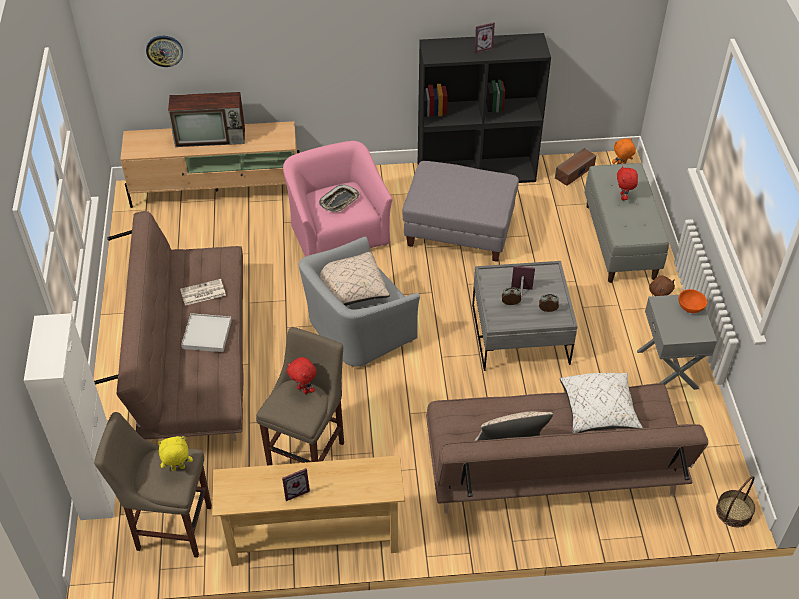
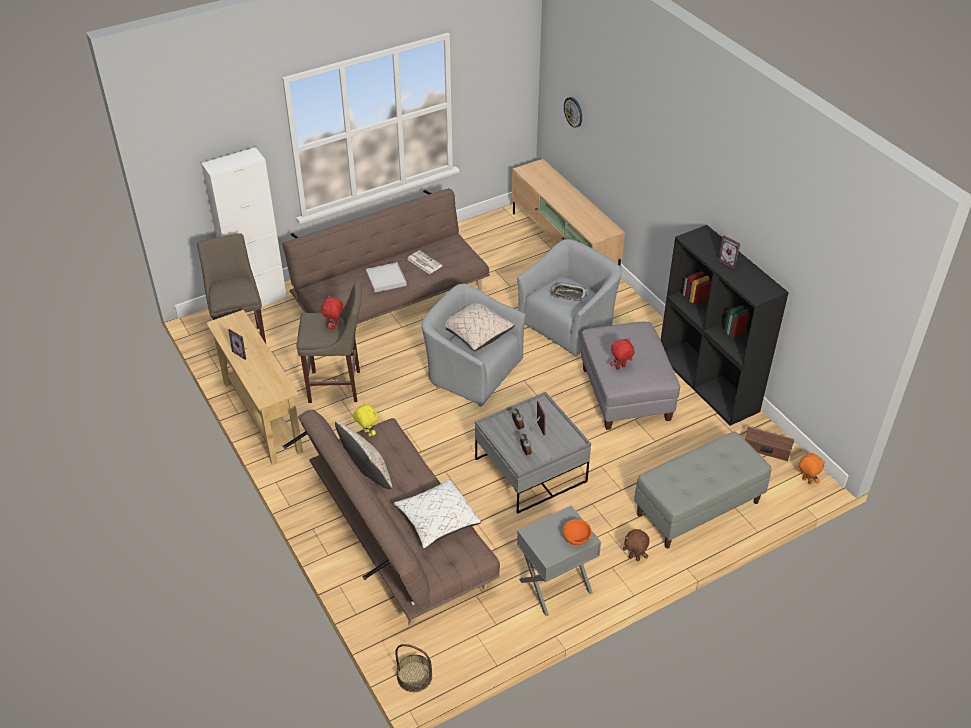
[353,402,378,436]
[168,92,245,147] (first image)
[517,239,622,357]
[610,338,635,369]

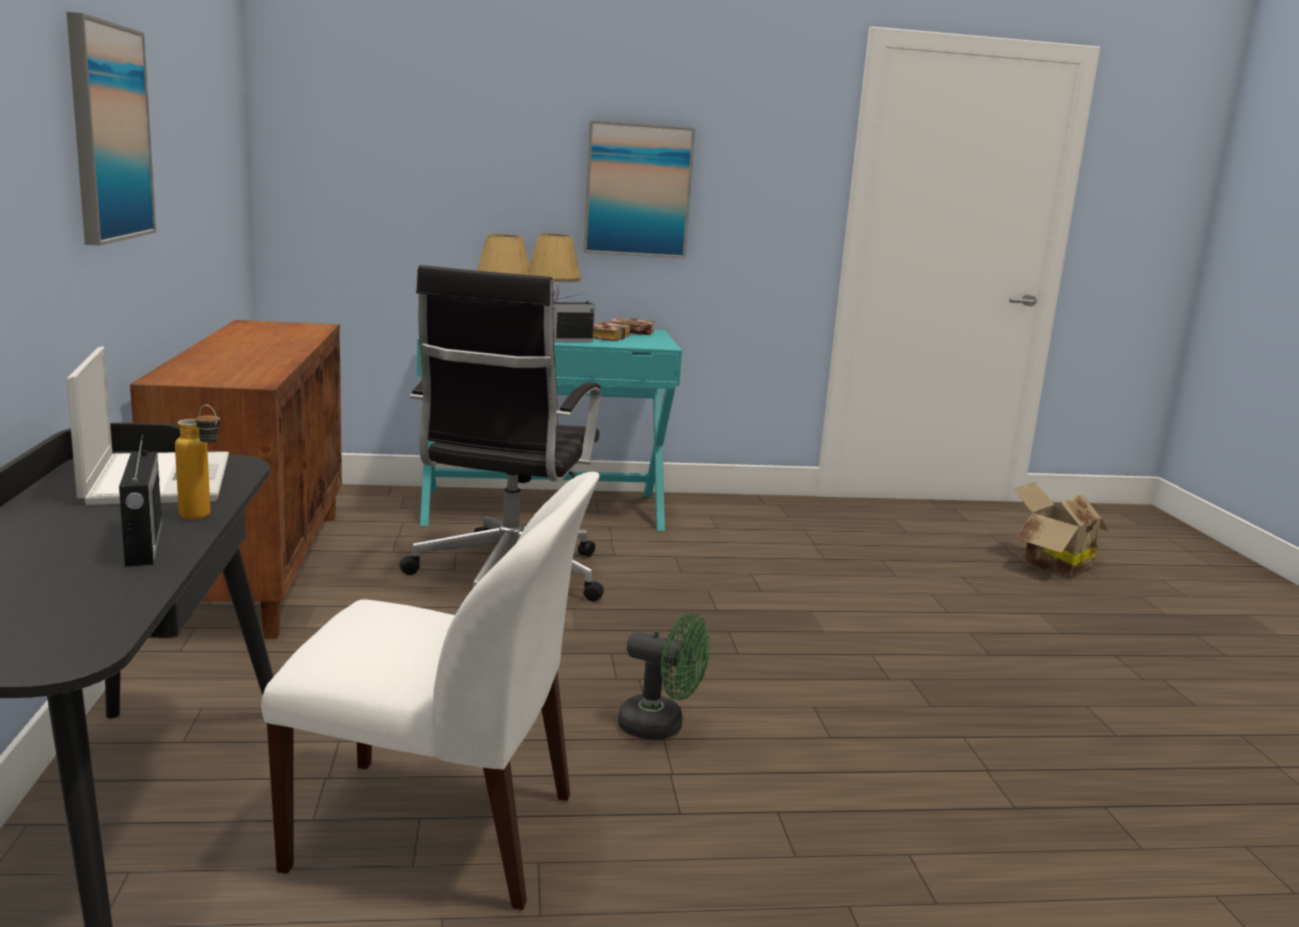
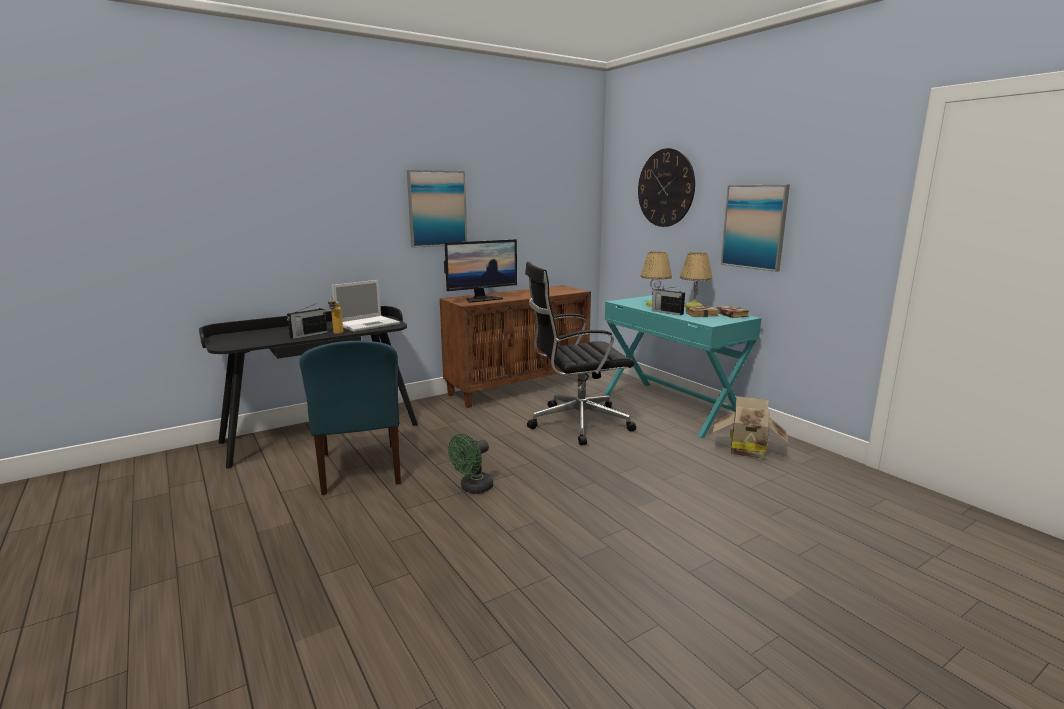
[299,341,401,495]
[448,434,493,494]
[713,396,788,459]
[444,239,517,303]
[638,148,695,227]

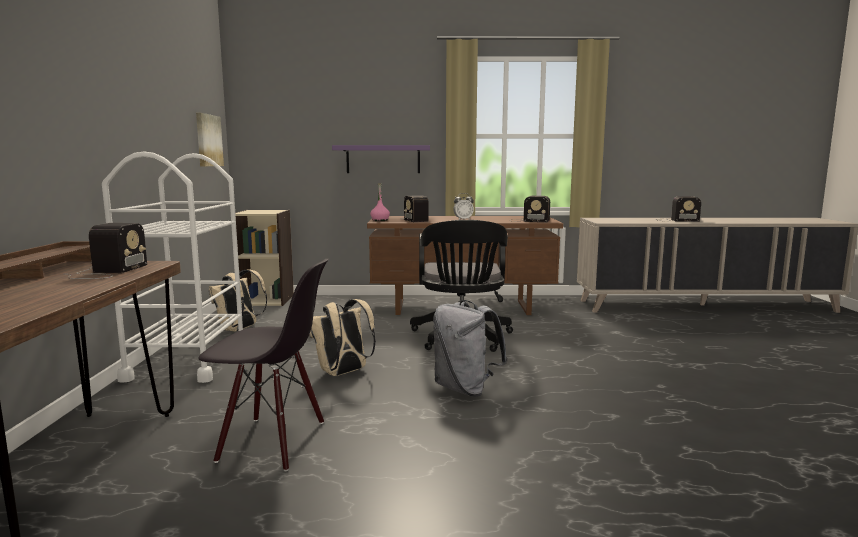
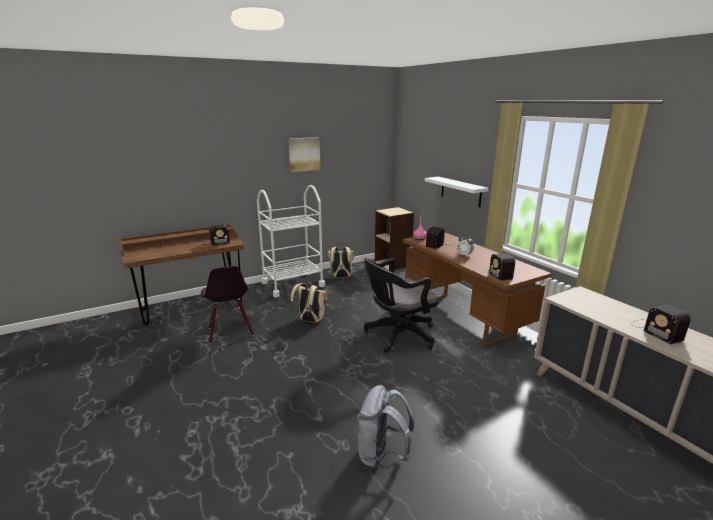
[288,137,320,172]
[425,177,488,207]
[357,385,414,468]

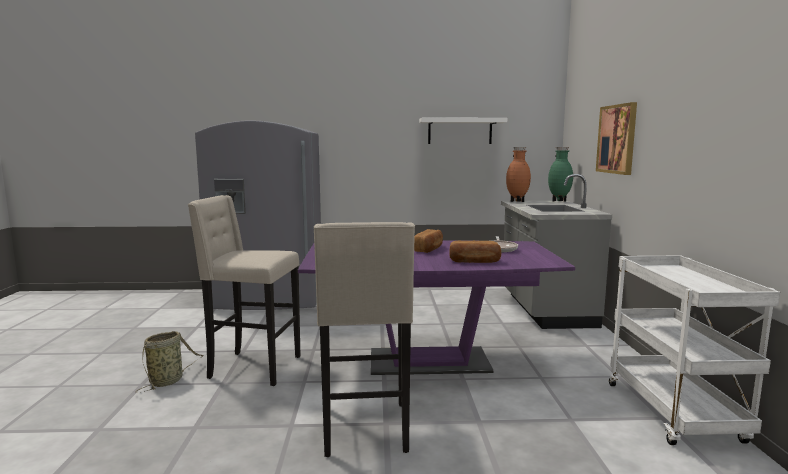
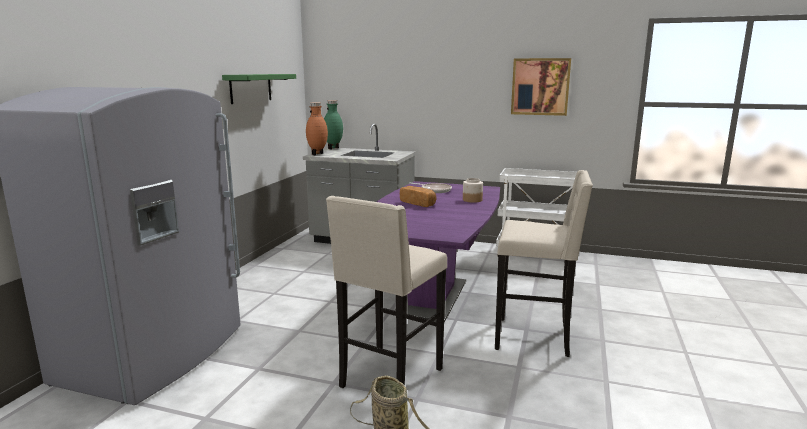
[222,74,296,104]
[463,178,483,203]
[511,58,571,116]

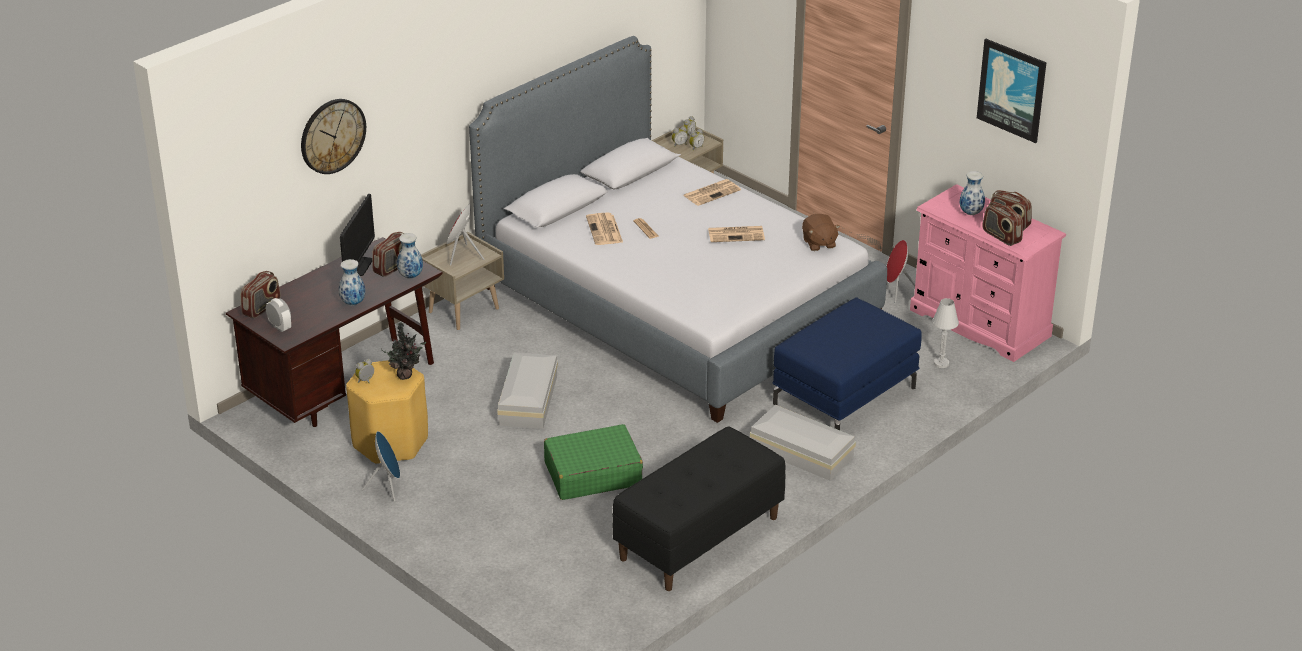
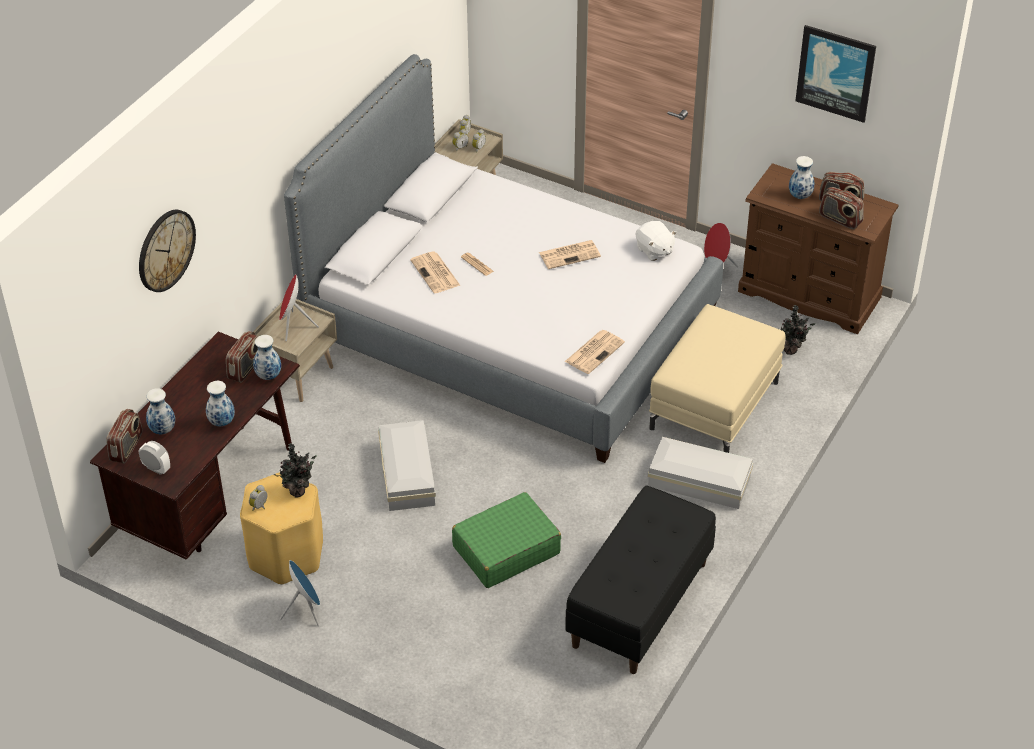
[340,194,375,276] (first image)
[565,330,625,374]
[649,304,786,453]
[636,221,677,261]
[738,163,899,334]
[774,305,815,355]
[146,388,175,434]

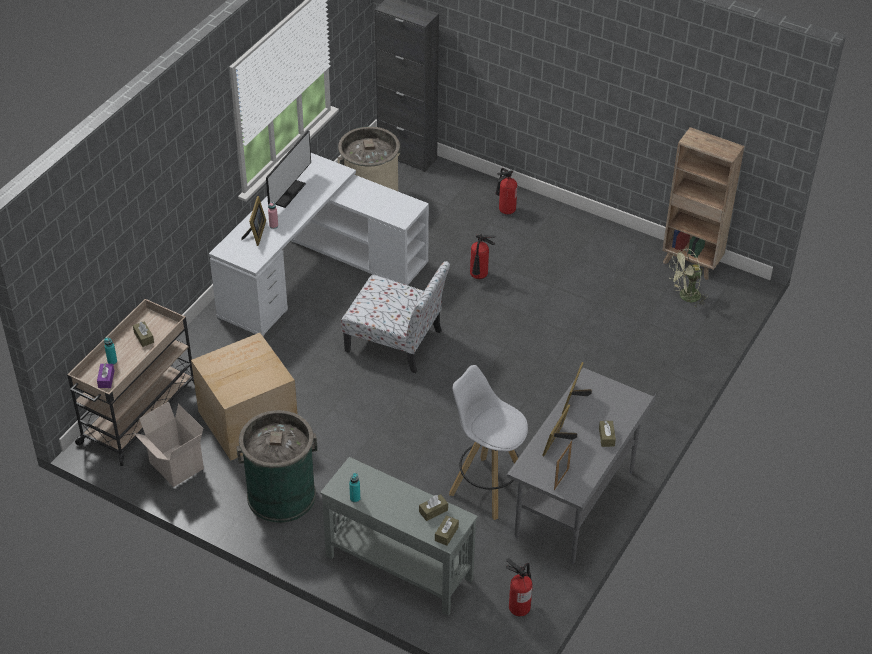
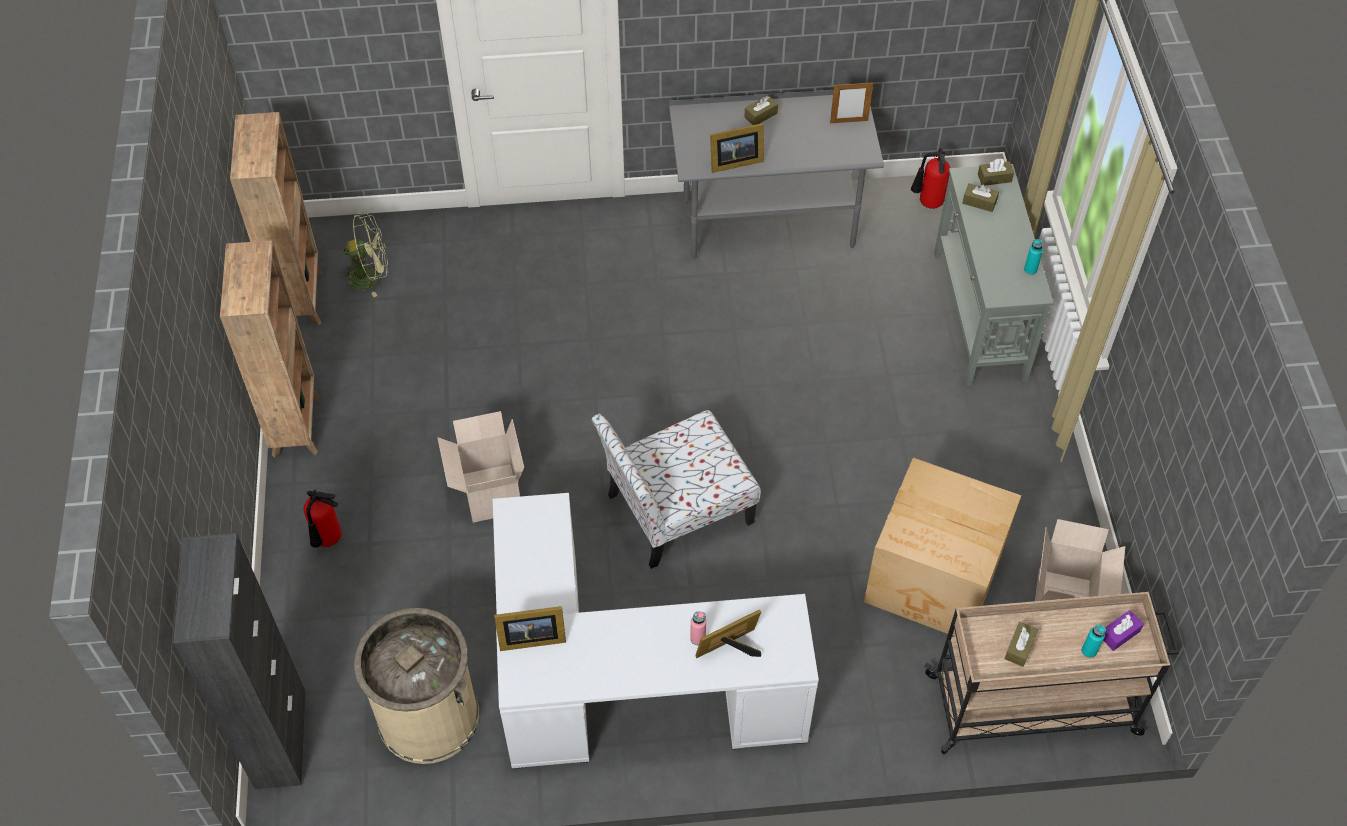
[237,410,318,523] (first image)
[266,130,311,209] (first image)
[592,410,761,569]
[449,365,528,520] (first image)
[437,411,524,523]
[494,606,566,651]
[339,213,388,297]
[220,240,320,458]

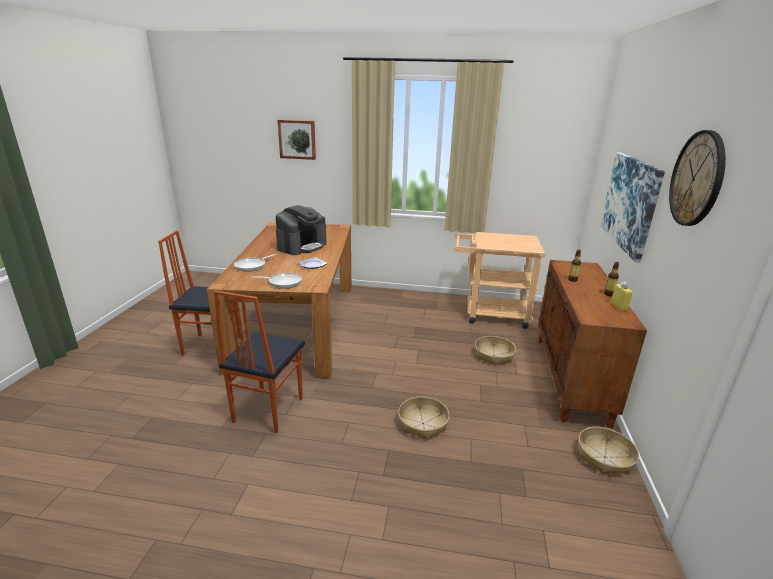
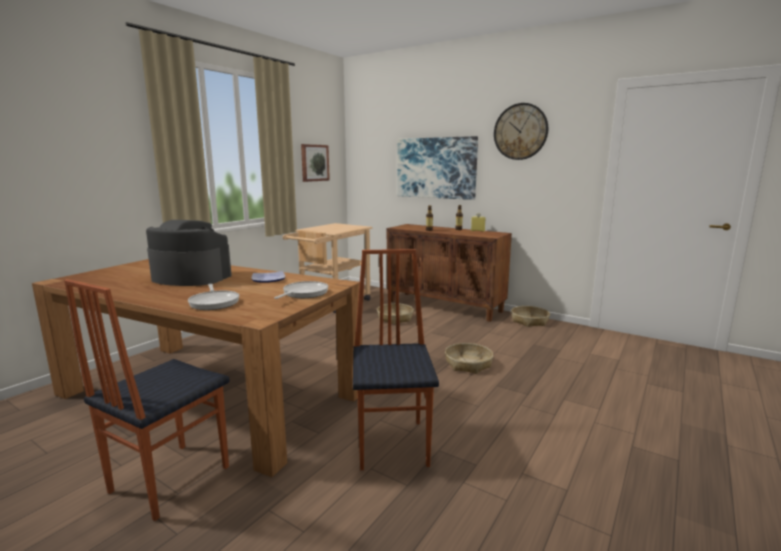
[353,249,439,470]
[146,220,232,286]
[301,144,330,182]

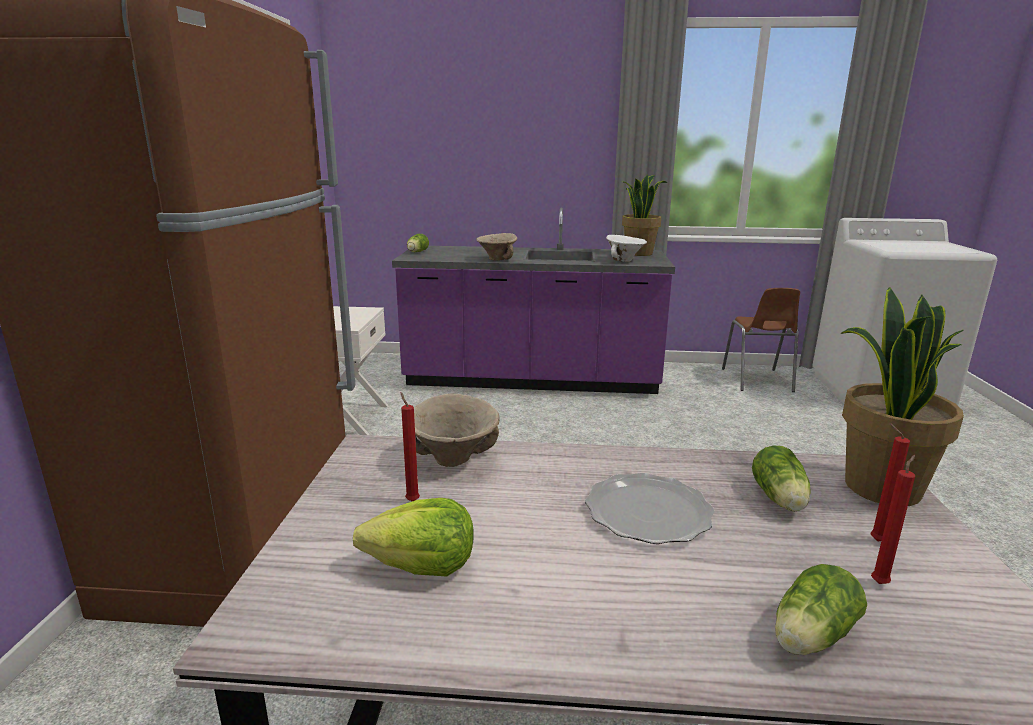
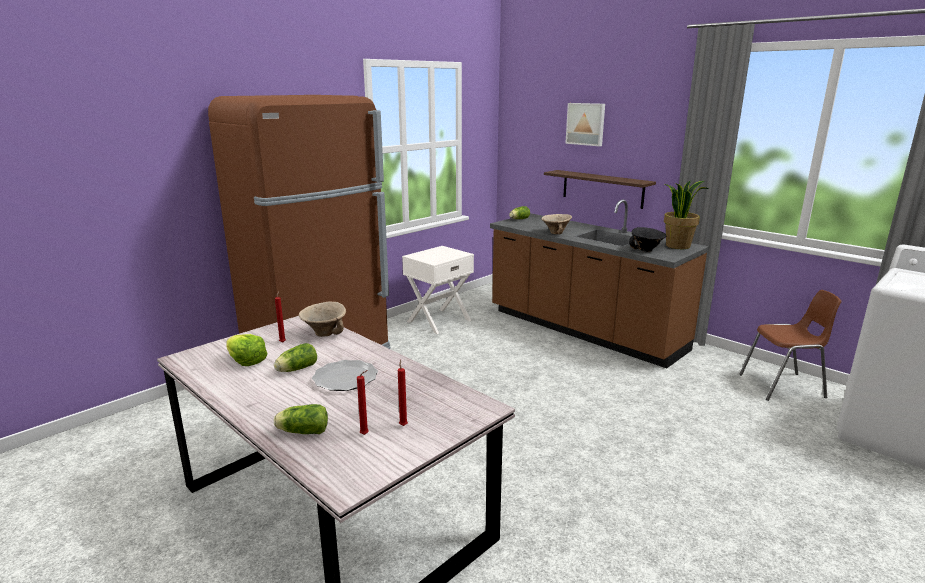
[490,199,709,368]
[629,227,666,252]
[739,290,842,401]
[274,343,317,372]
[840,287,964,506] (first image)
[544,170,656,209]
[565,103,605,146]

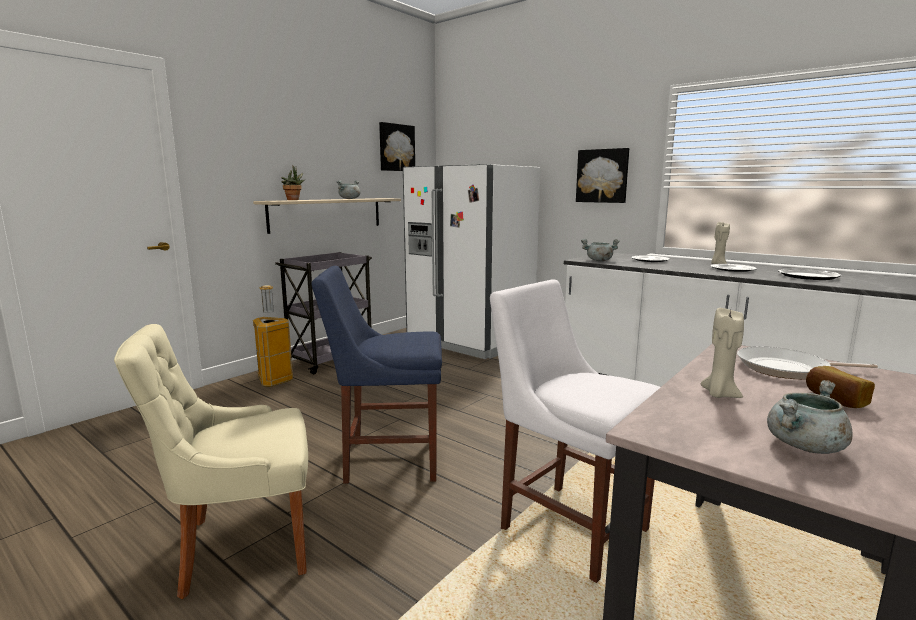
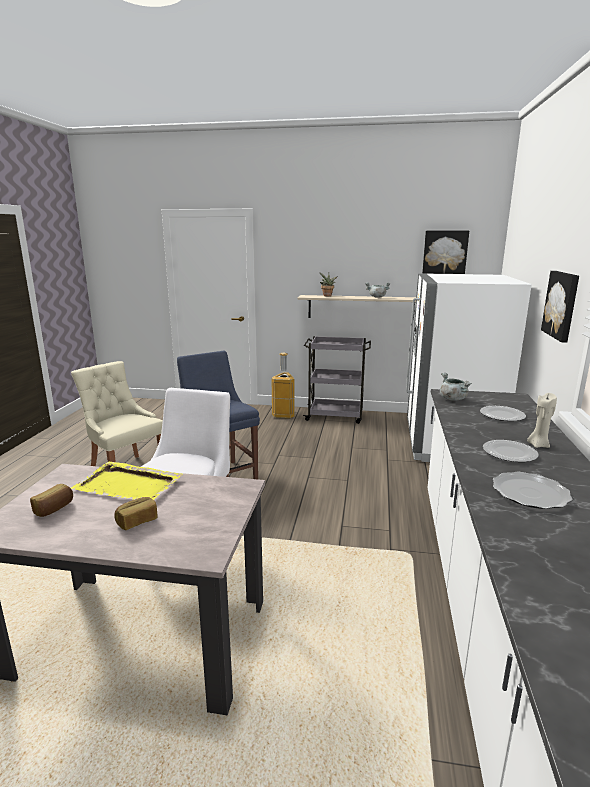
[71,462,183,500]
[737,346,878,379] (first image)
[30,484,73,517]

